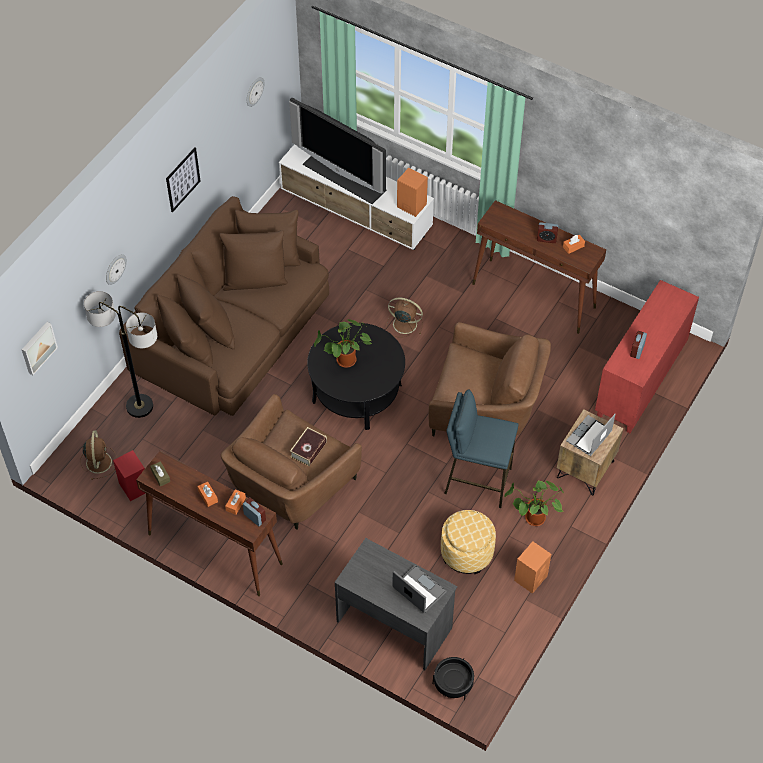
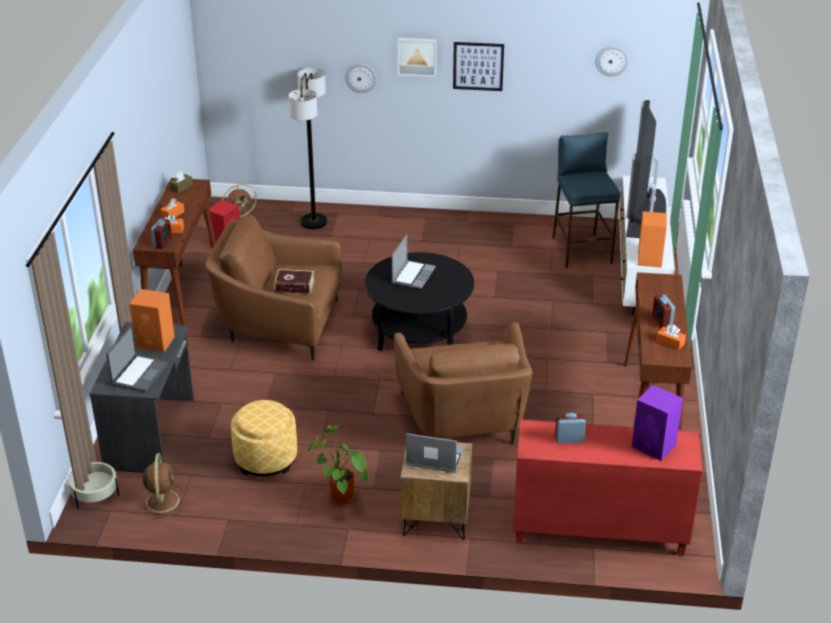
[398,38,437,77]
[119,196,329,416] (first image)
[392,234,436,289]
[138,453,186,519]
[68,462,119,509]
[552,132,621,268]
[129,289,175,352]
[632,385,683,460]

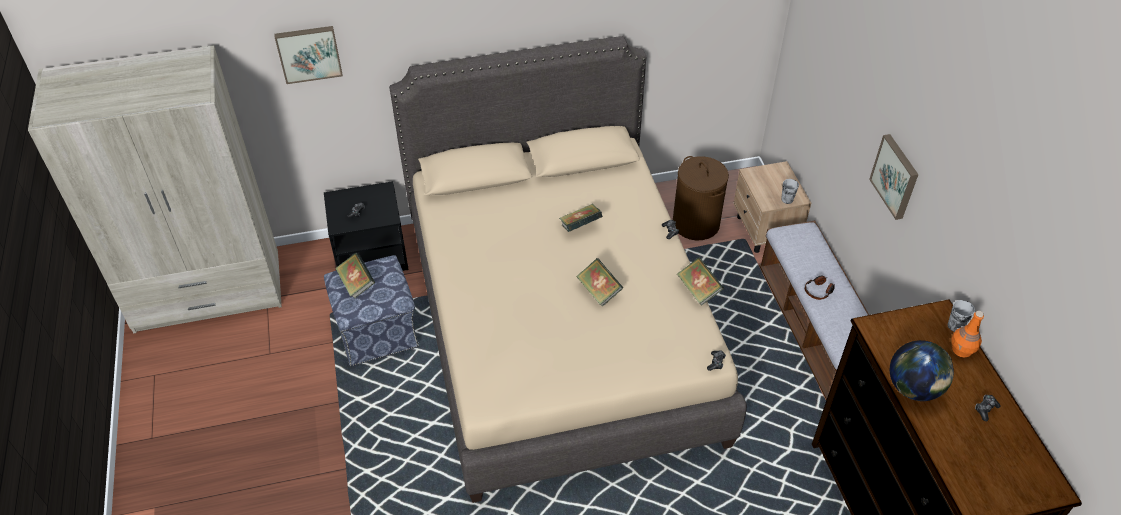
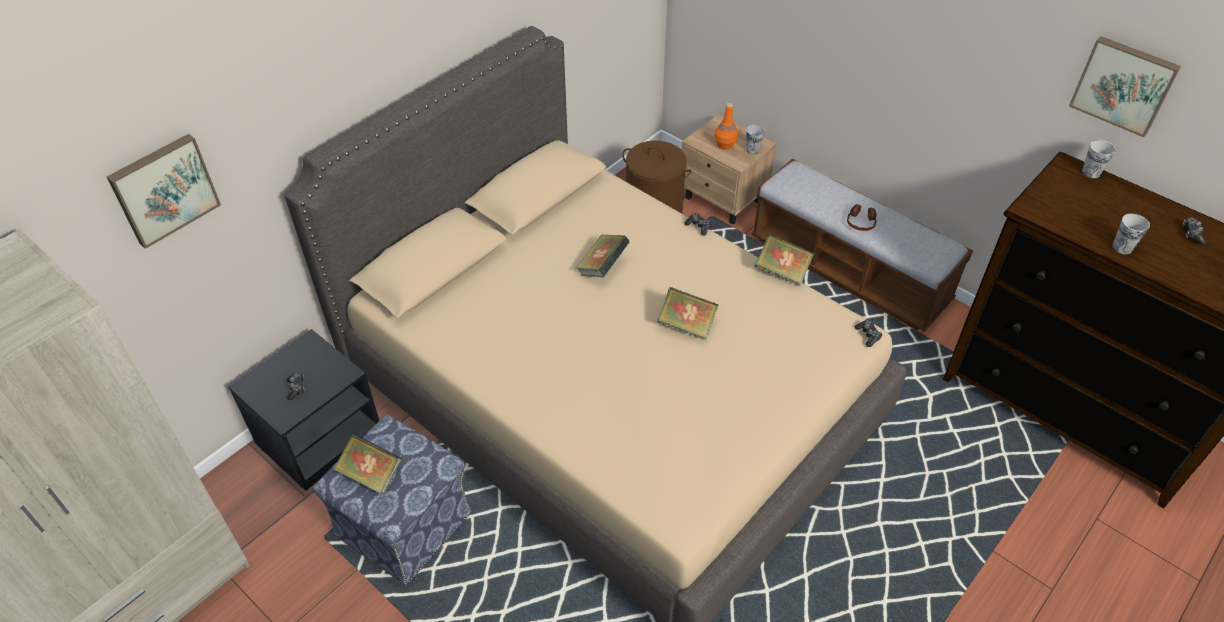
[1069,36,1181,137]
[1112,214,1150,254]
[714,103,738,150]

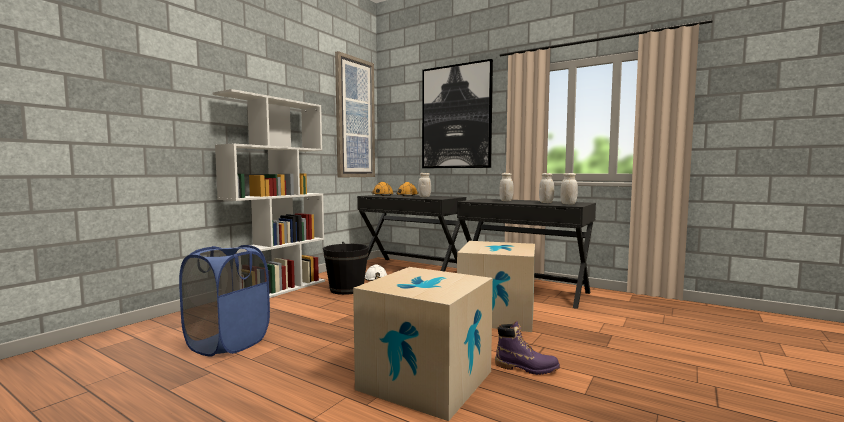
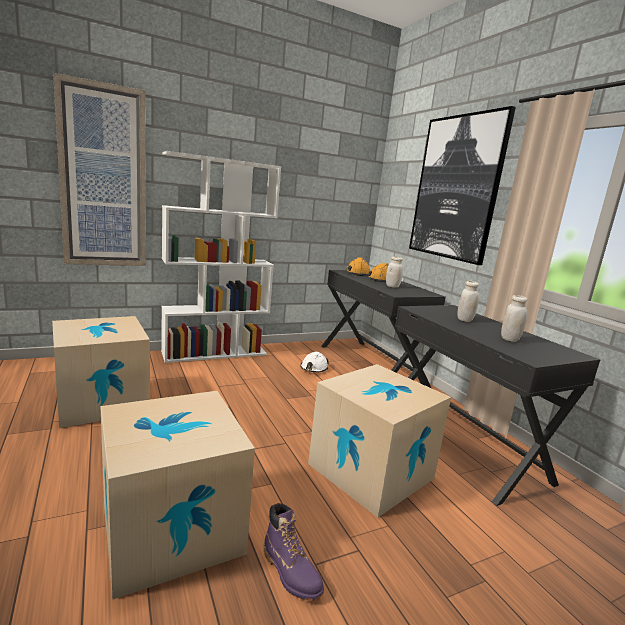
[52,316,150,428]
[323,242,369,295] (first image)
[53,73,146,266]
[560,173,578,204] (first image)

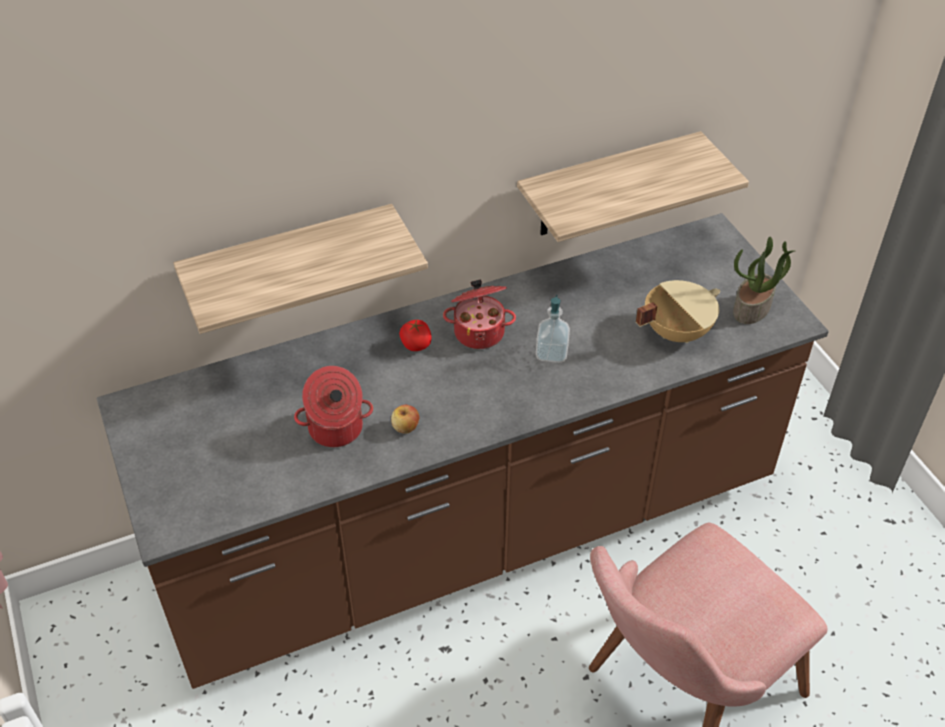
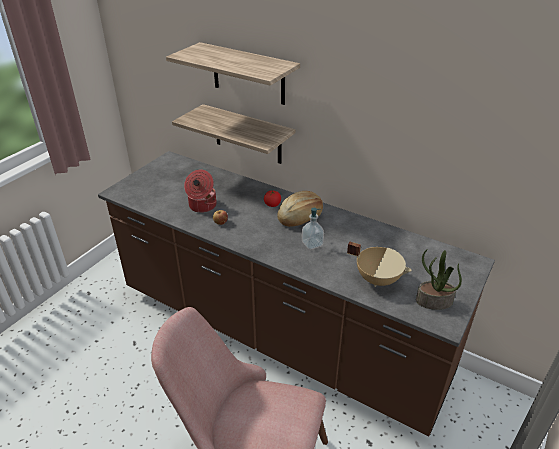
[277,191,323,227]
[166,42,300,105]

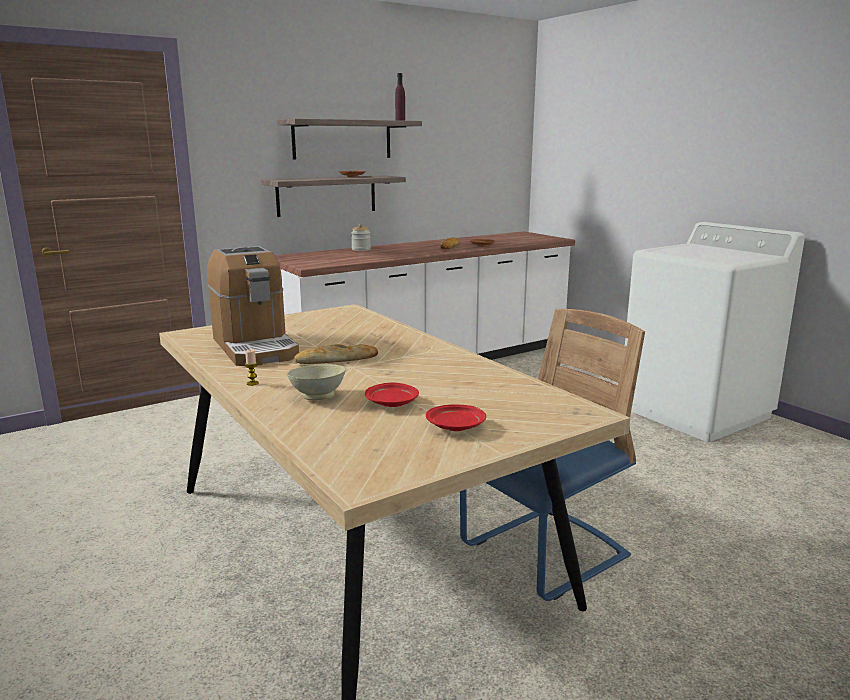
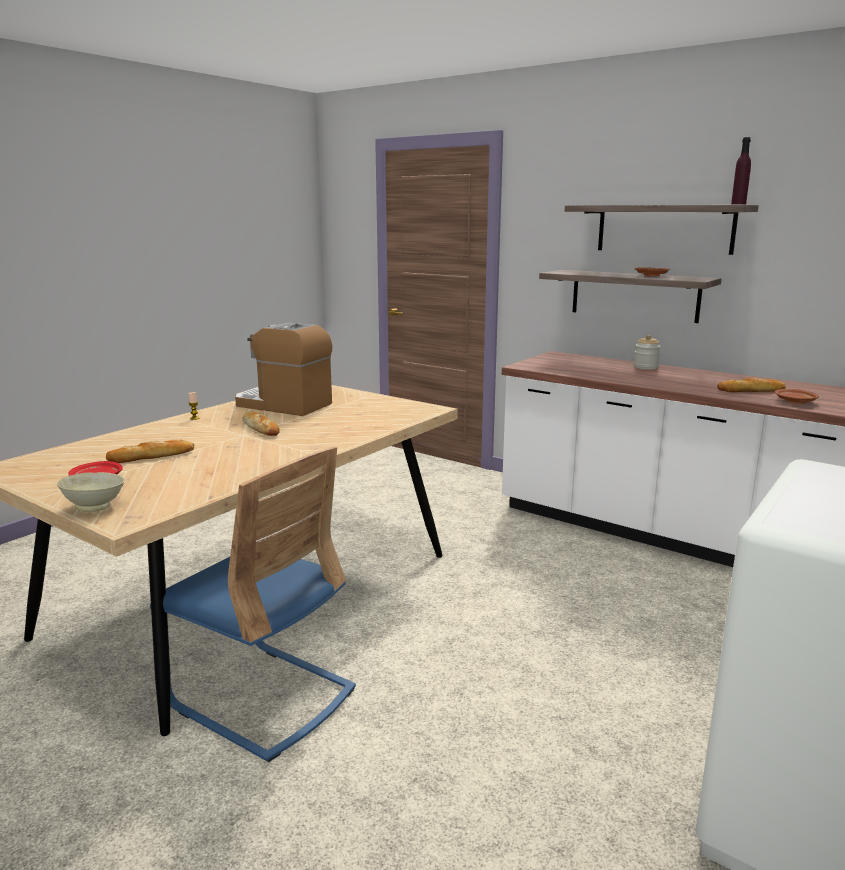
[235,322,332,416]
[57,472,125,512]
[106,440,194,463]

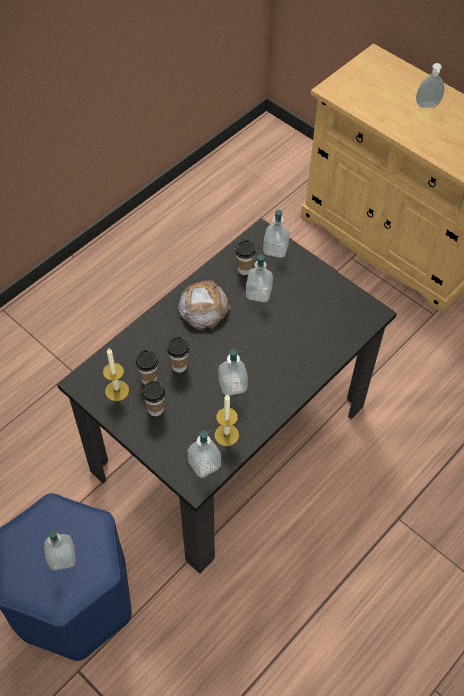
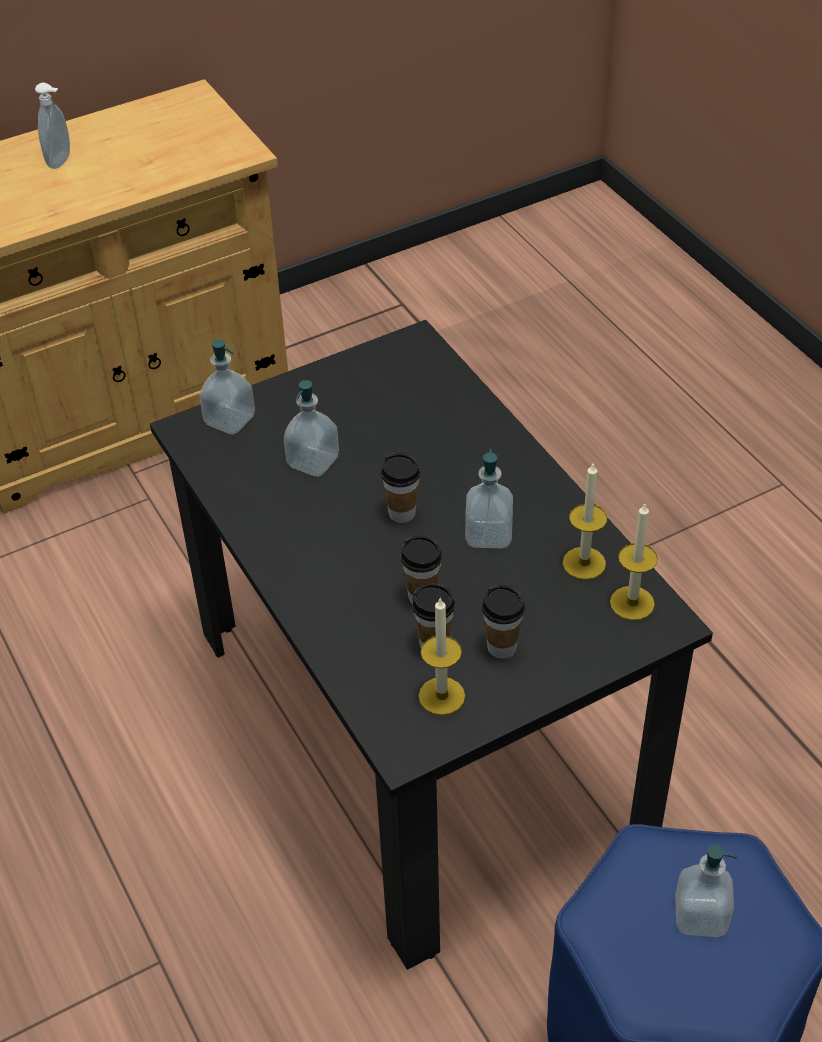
[178,279,231,330] (first image)
[610,504,658,620]
[381,453,420,523]

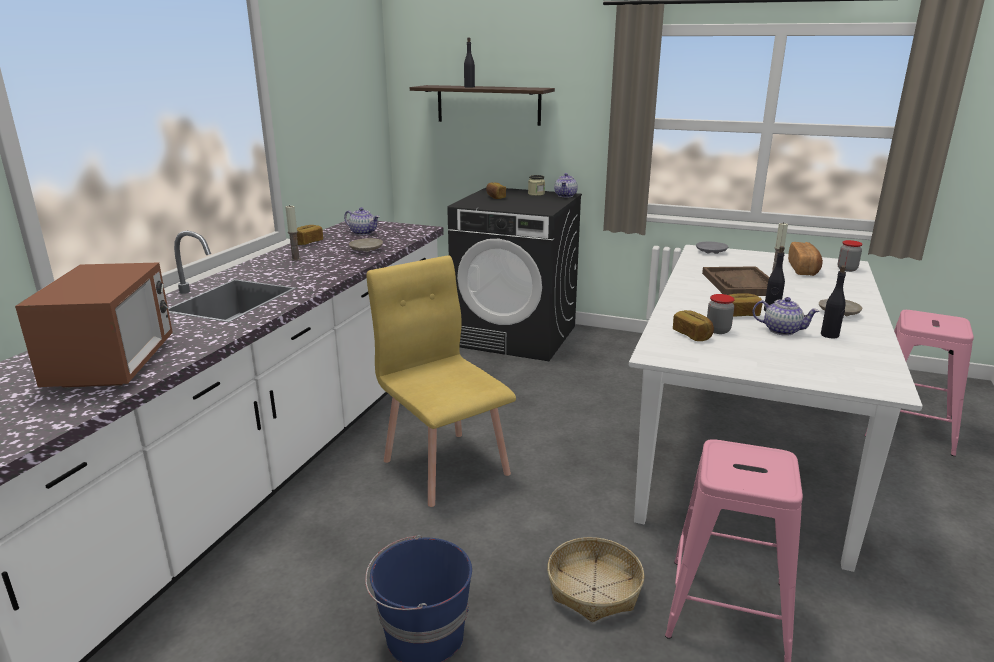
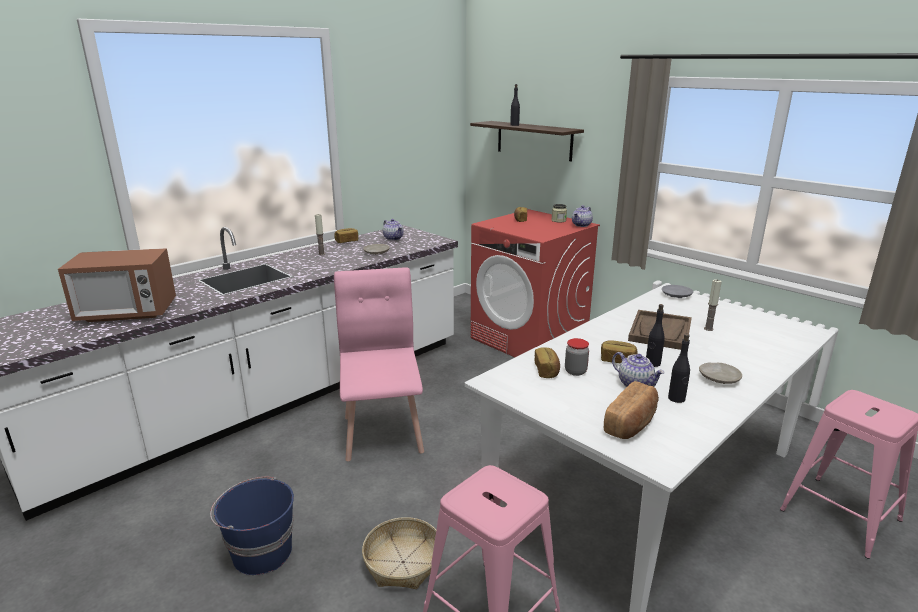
[58,248,176,322]
[334,267,424,461]
[470,209,600,357]
[604,381,659,439]
[838,240,863,272] (first image)

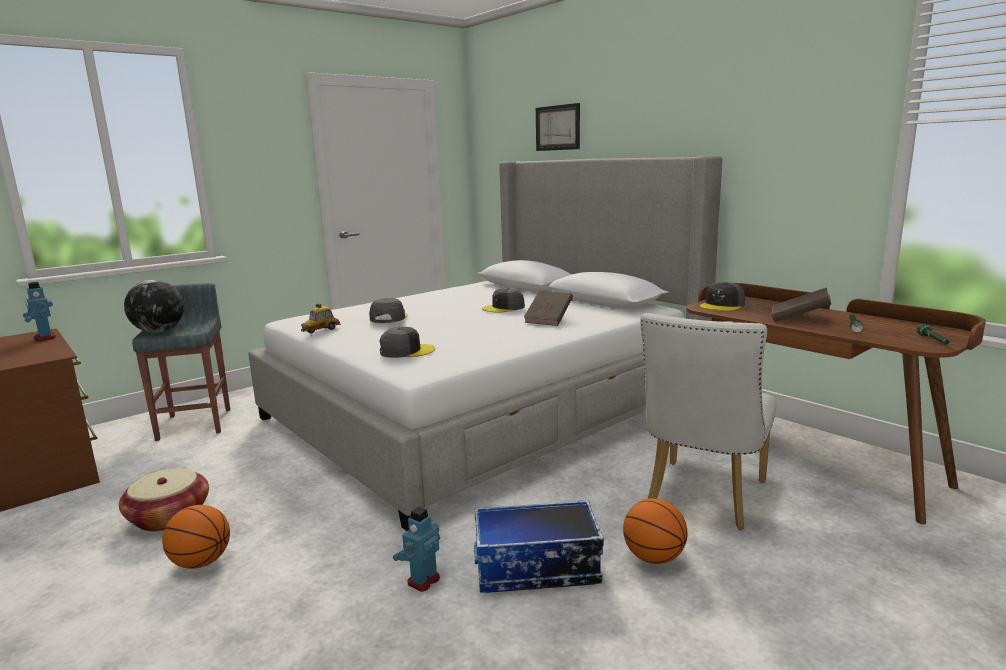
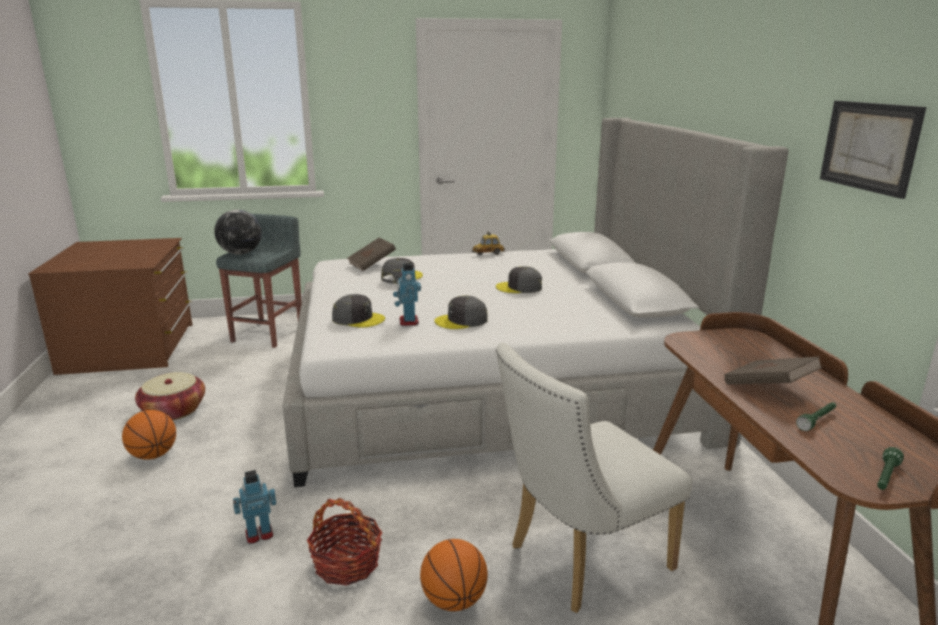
[393,262,421,326]
[472,232,505,255]
[307,498,383,586]
[347,238,396,271]
[820,101,927,199]
[434,295,488,329]

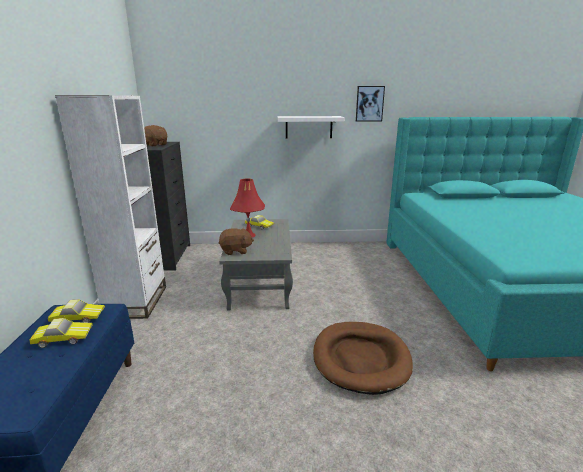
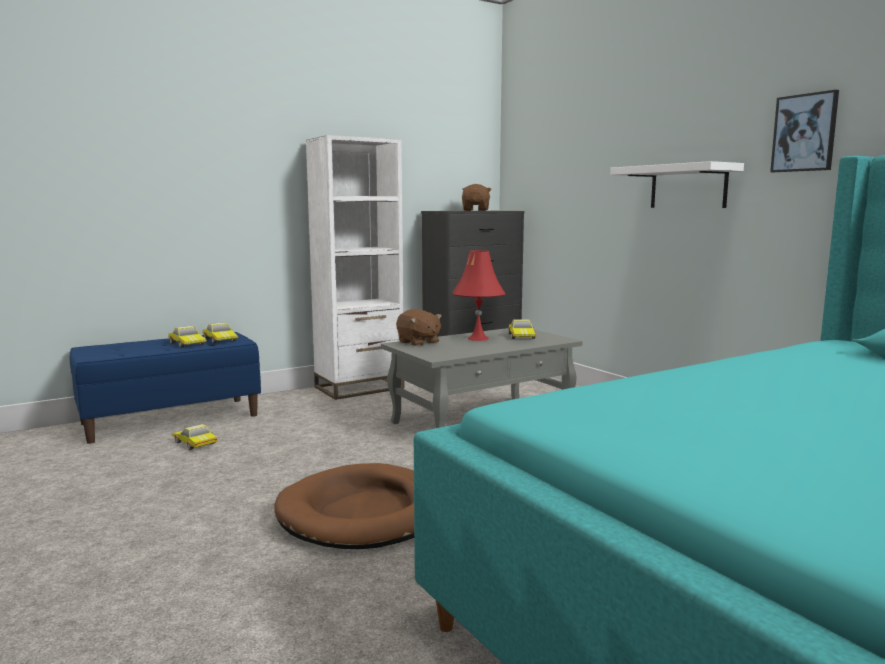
[172,424,218,450]

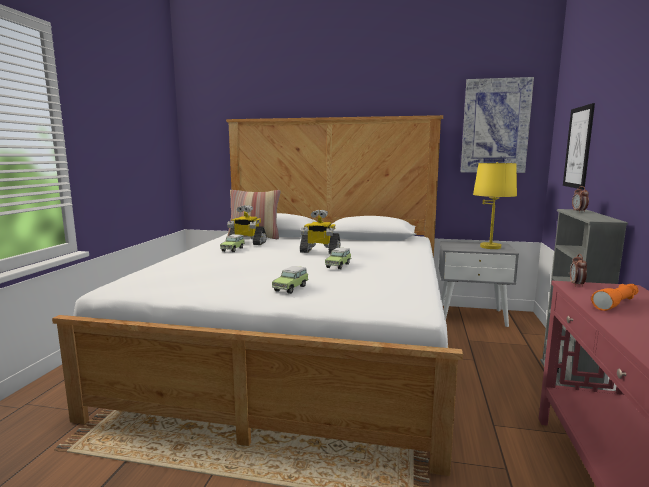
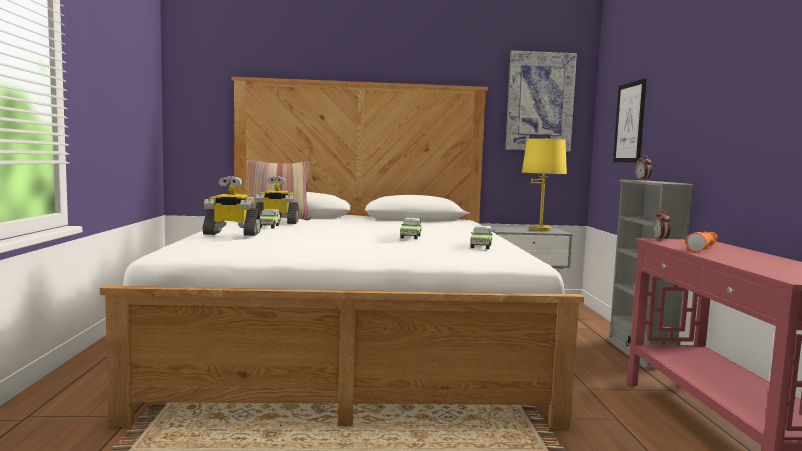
[470,225,493,249]
[202,176,261,236]

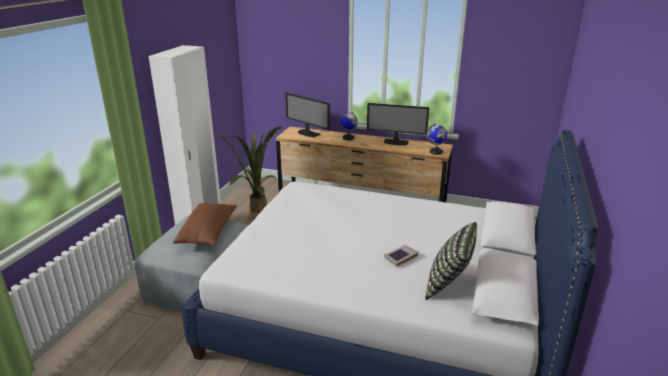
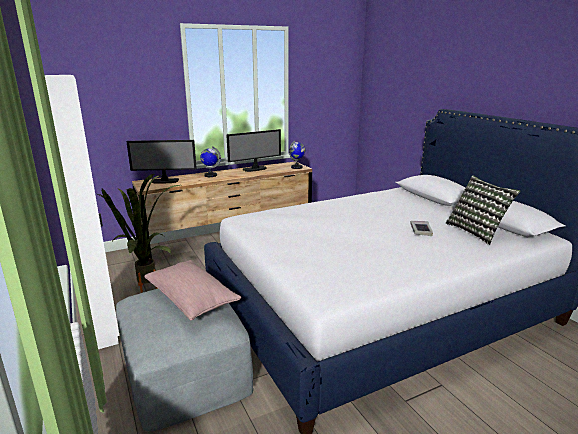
[144,260,241,321]

